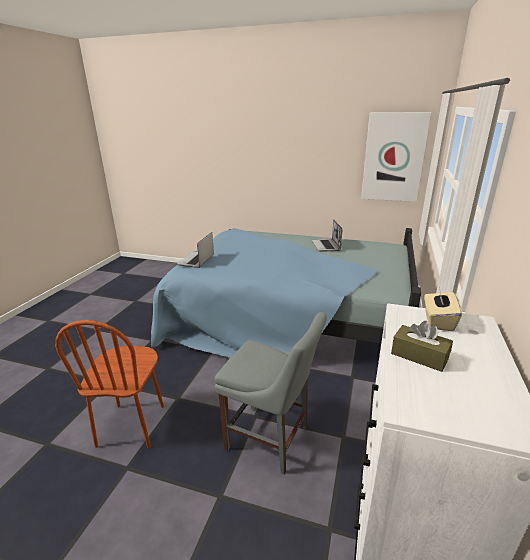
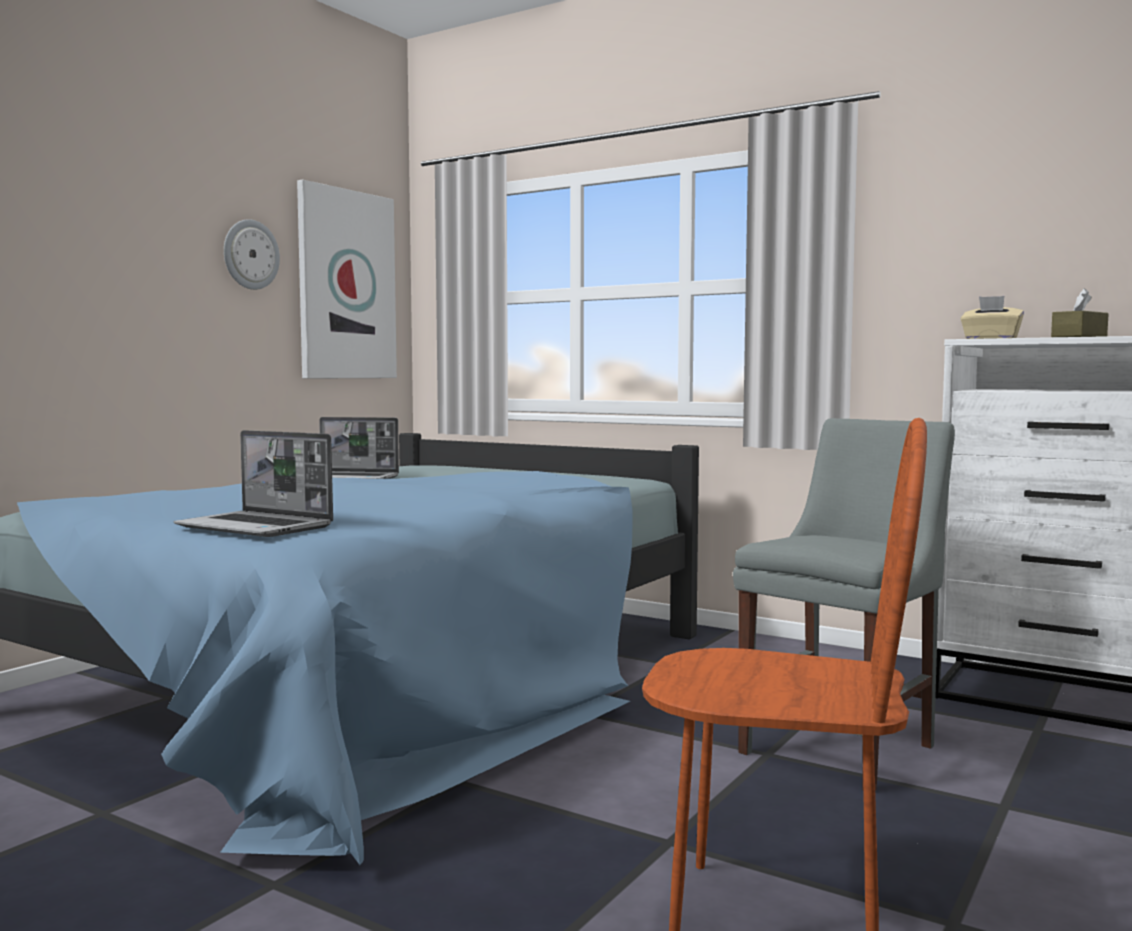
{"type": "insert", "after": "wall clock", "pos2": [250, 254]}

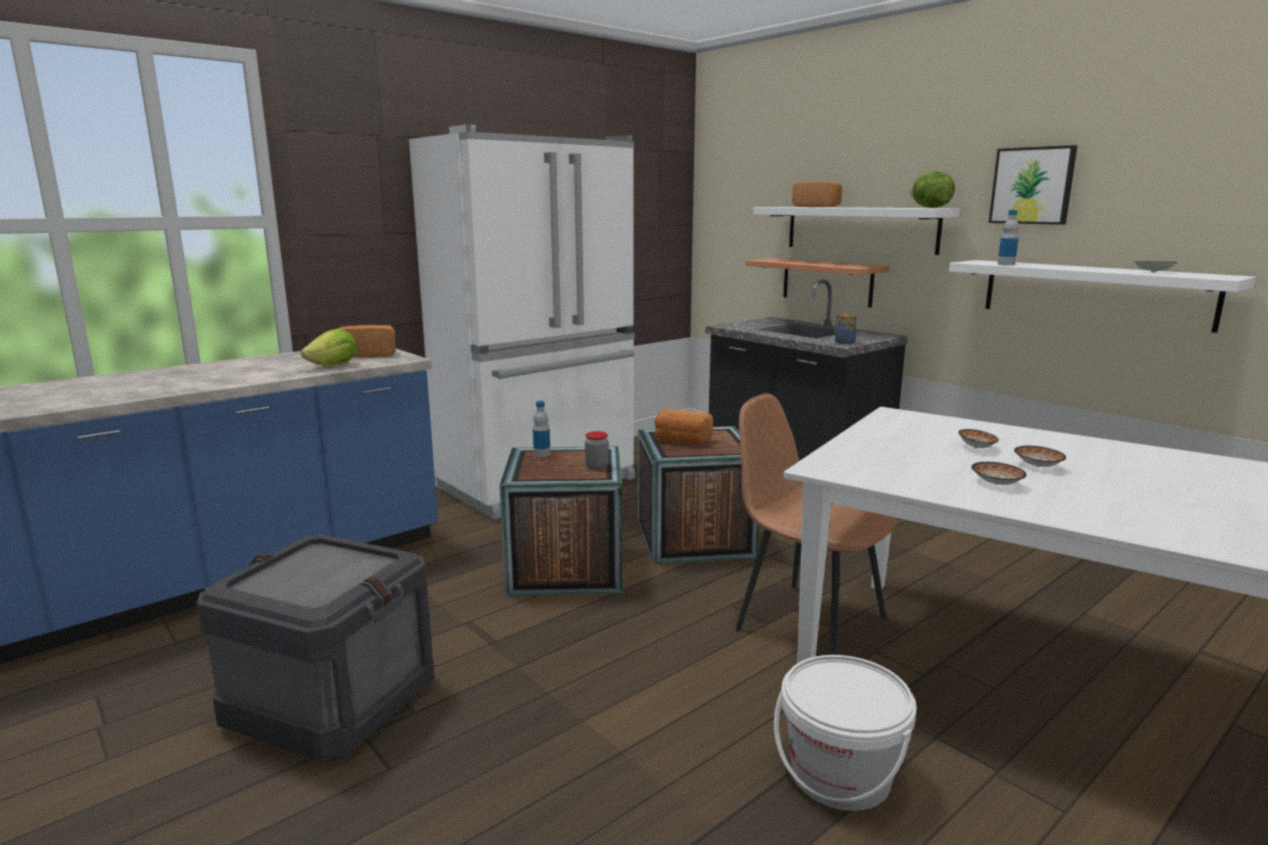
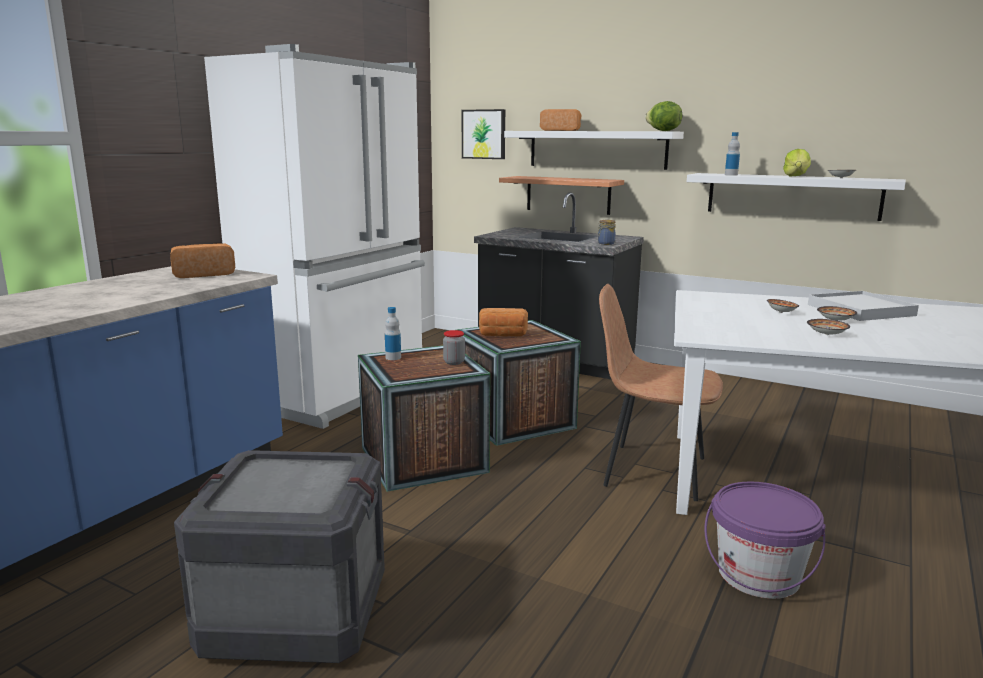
{"type": "move", "before": "lettuce", "pos1": [334, 365], "pos2": [796, 176]}
{"type": "recolor", "before": "white bucket", "after": "purple bucket", "pos1": [840, 775], "pos2": [758, 575]}
{"type": "move", "before": "picture", "pos1": [1032, 186], "pos2": [484, 134]}
{"type": "insert", "after": "white tray", "pos2": [860, 310]}

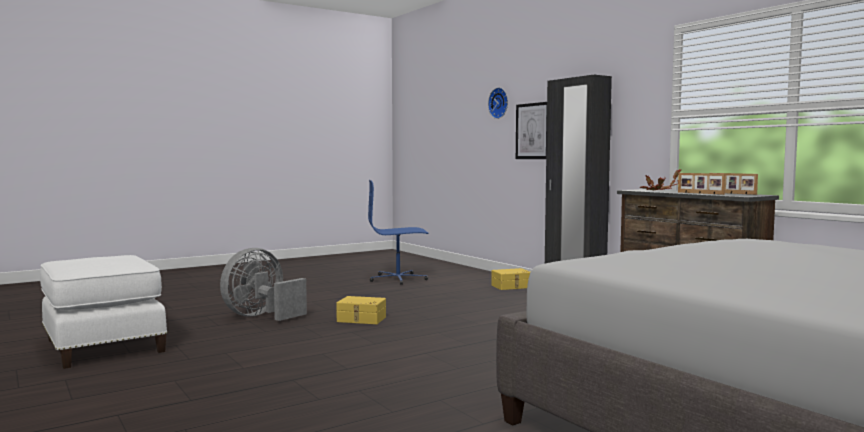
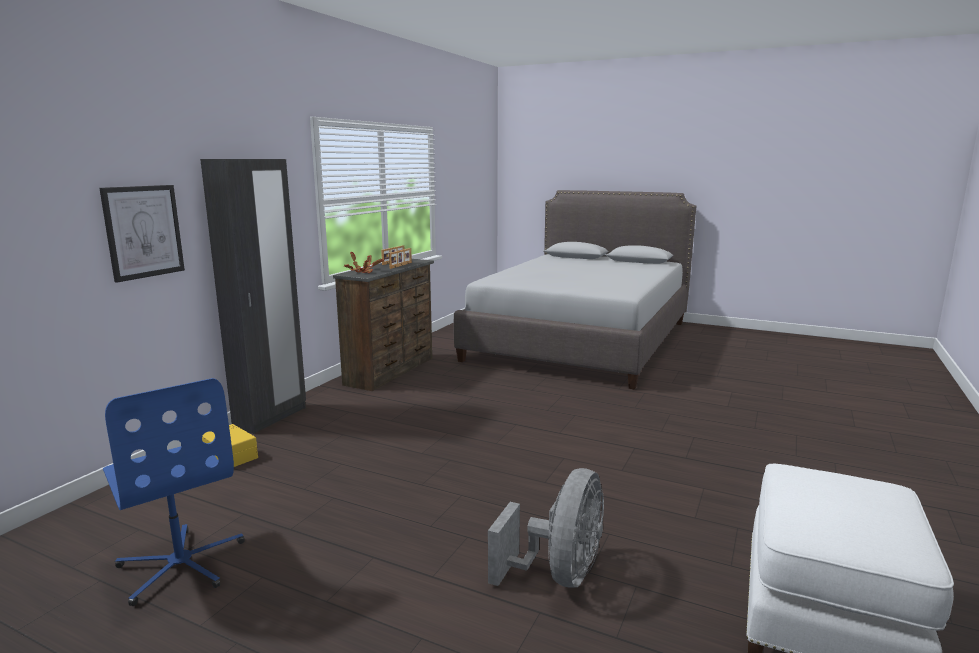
{"type": "rotate", "before": "grey fan", "pos1": [261, 316], "pos2": [559, 574], "turn": -75}
{"type": "delete", "before": "yellow storage box", "pos1": [361, 319]}
{"type": "delete", "before": "wall clock", "pos1": [499, 103]}

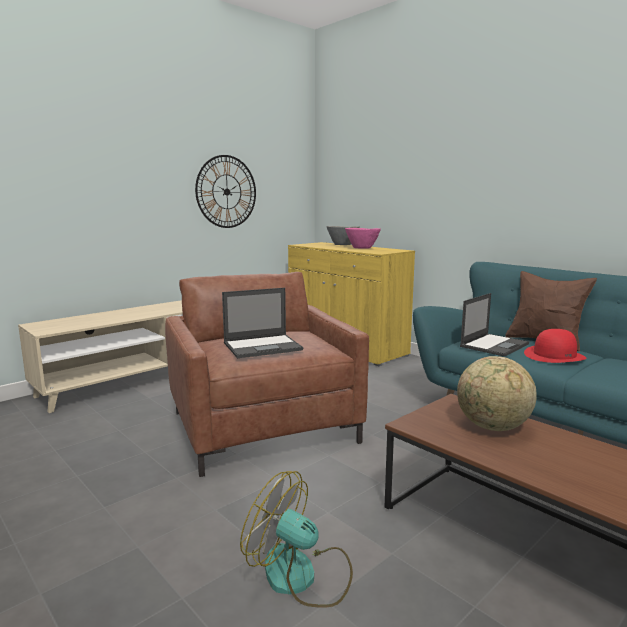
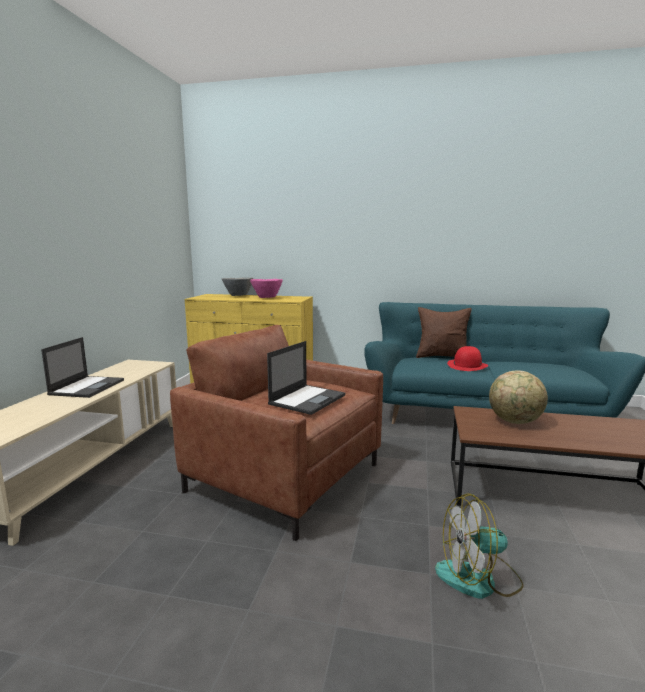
{"type": "delete", "before": "wall clock", "pos1": [226, 192]}
{"type": "move", "before": "laptop", "pos1": [494, 345], "pos2": [88, 387]}

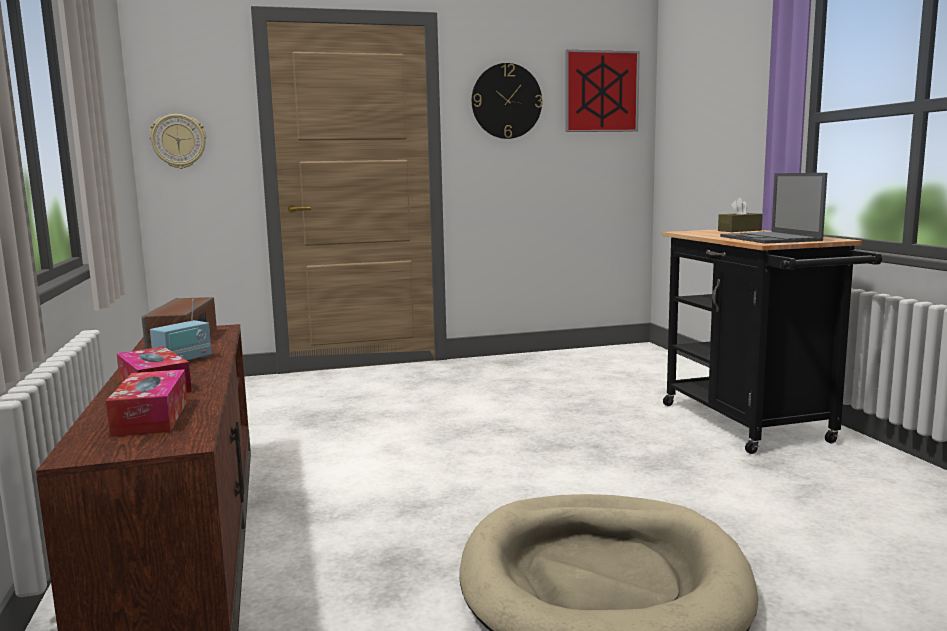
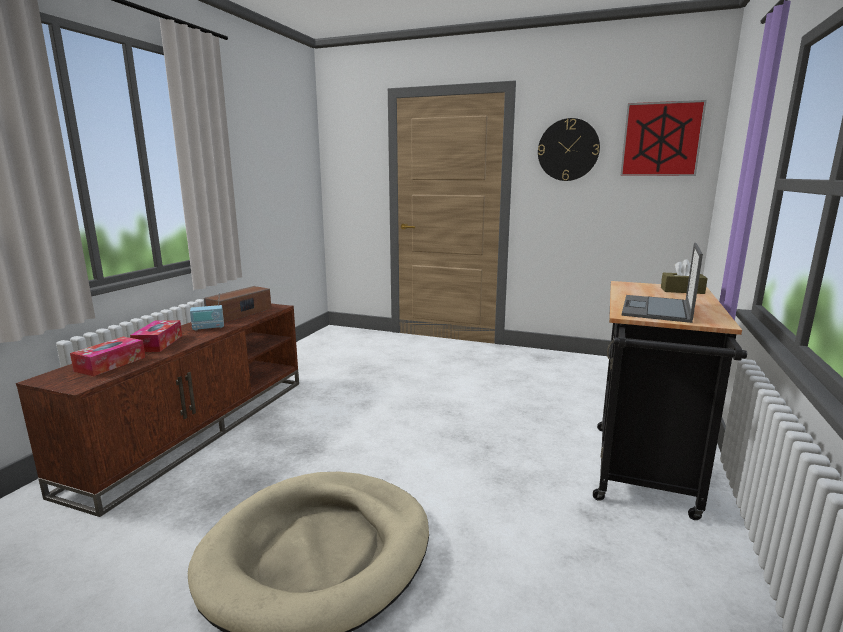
{"type": "delete", "before": "wall clock", "pos1": [178, 141]}

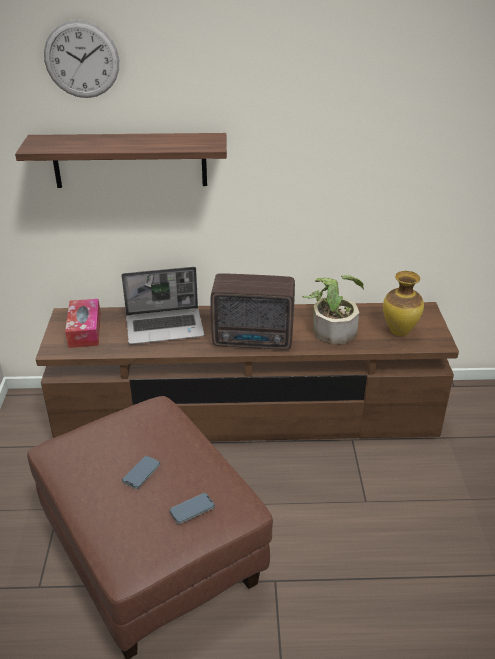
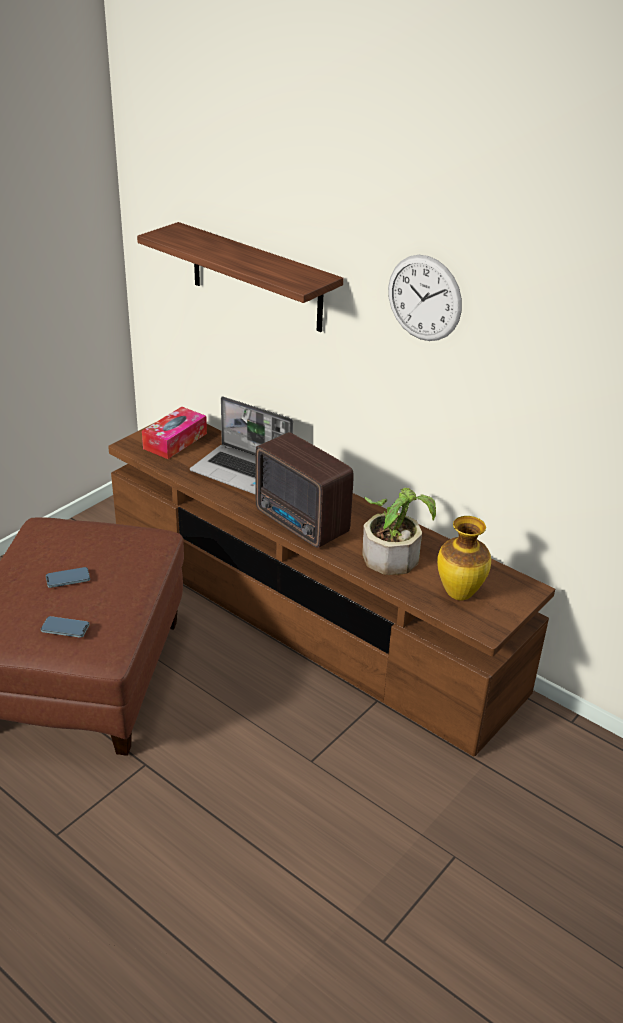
{"type": "move", "before": "wall clock", "pos1": [81, 60], "pos2": [424, 298]}

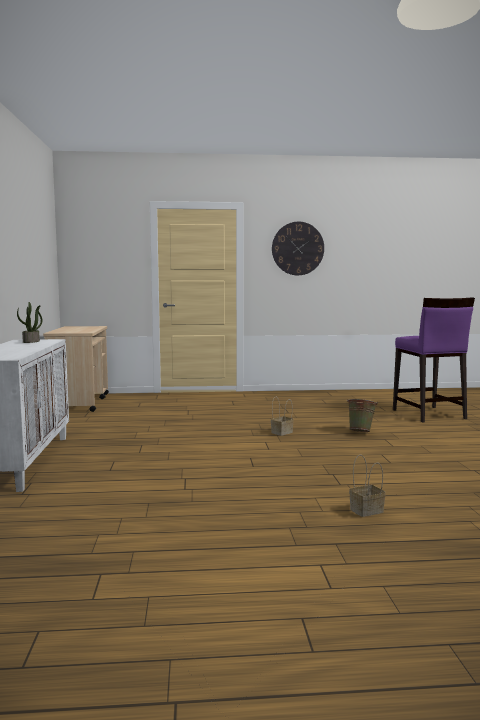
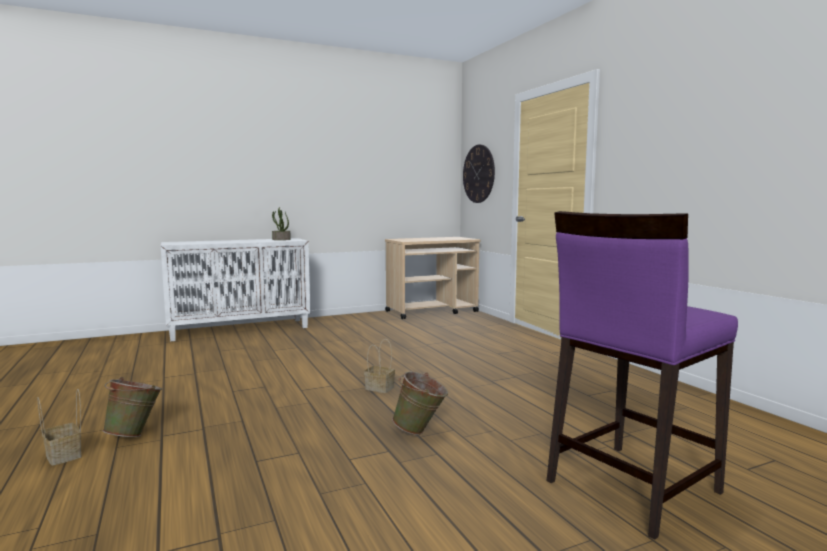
{"type": "move", "before": "wall clock", "pos1": [297, 248], "pos2": [478, 174]}
{"type": "insert", "after": "green bucket", "pos2": [135, 434]}

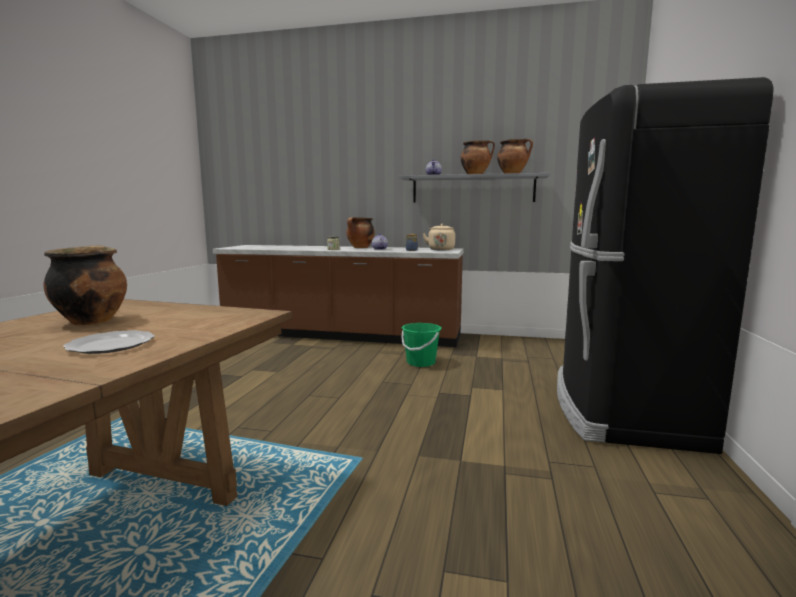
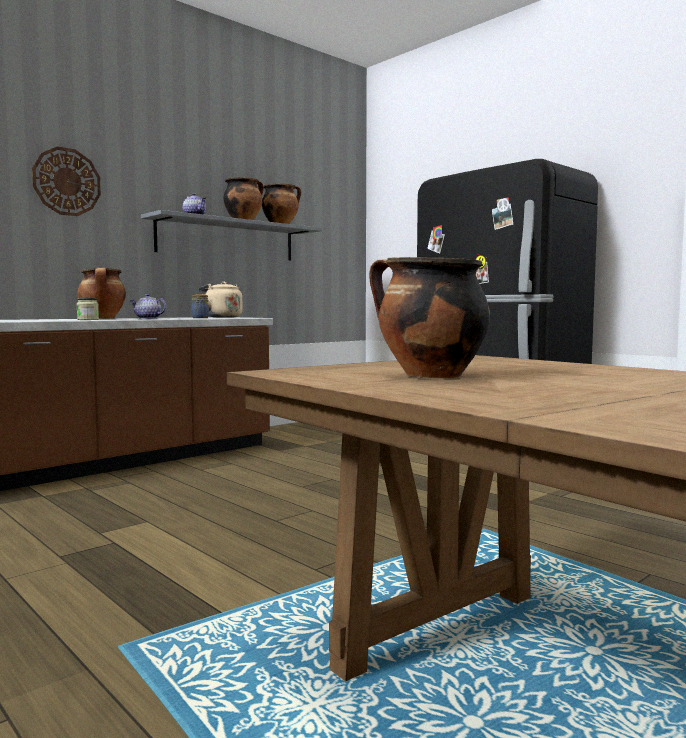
{"type": "delete", "before": "plate", "pos1": [112, 345]}
{"type": "delete", "before": "green bucket", "pos1": [421, 362]}
{"type": "insert", "after": "wall clock", "pos2": [67, 182]}

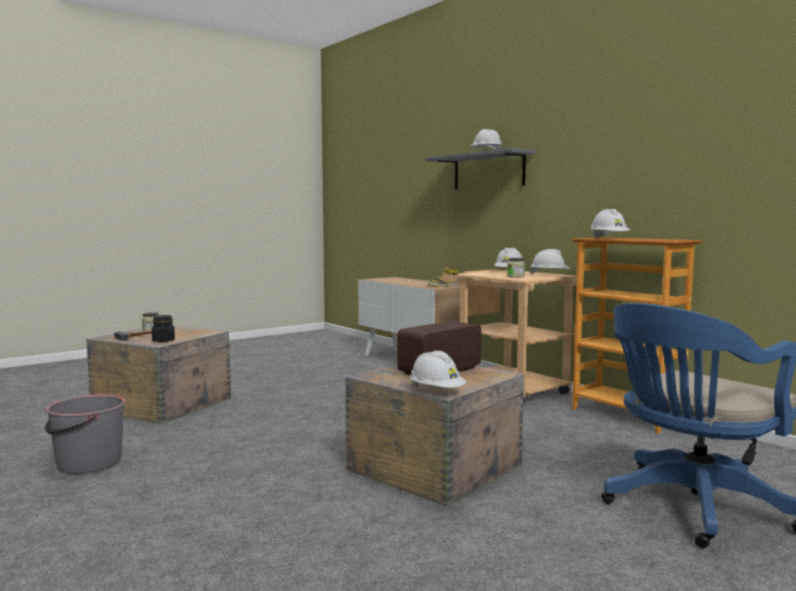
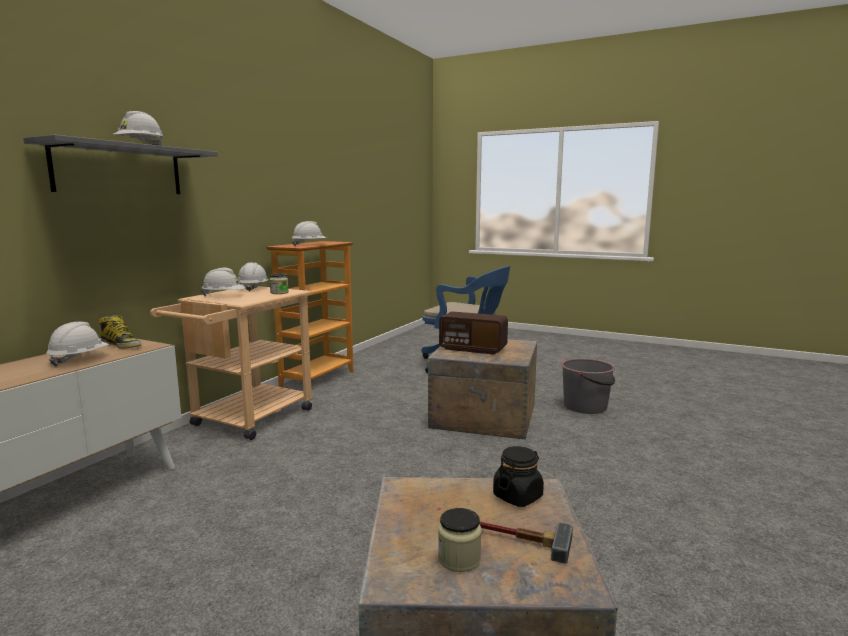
{"type": "move", "before": "grey bucket", "pos1": [88, 463], "pos2": [586, 406]}
{"type": "move", "before": "white hard hat", "pos1": [436, 391], "pos2": [79, 359]}

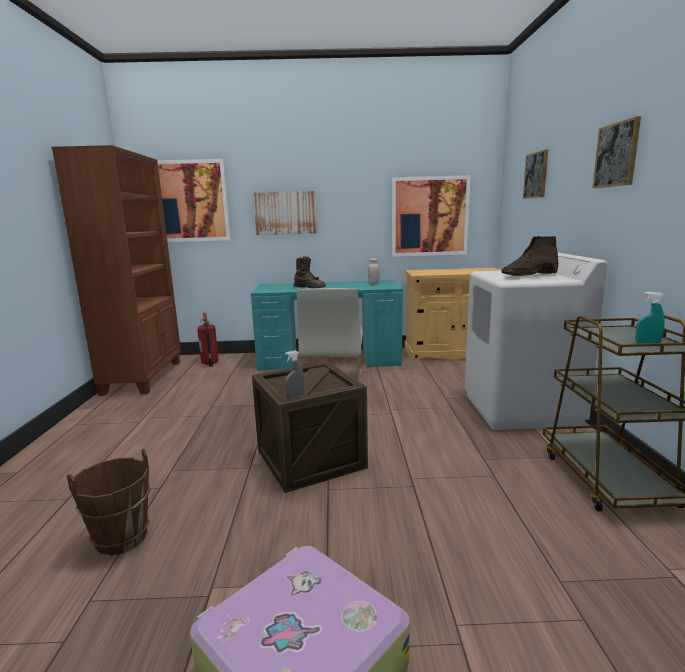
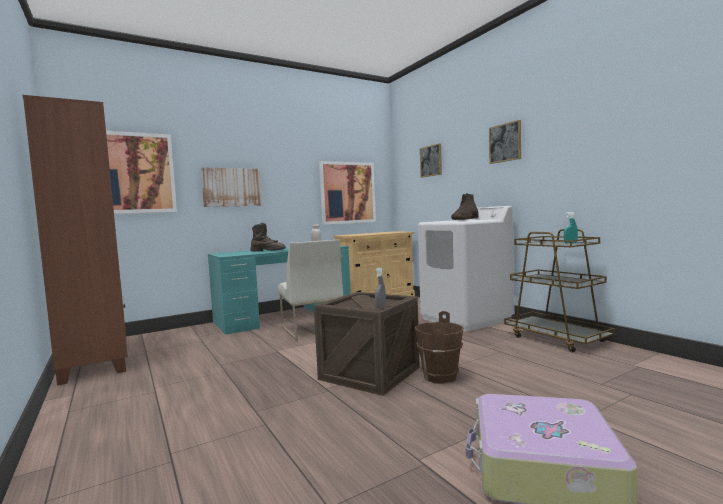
{"type": "move", "before": "brown bucket", "pos1": [121, 538], "pos2": [439, 376]}
{"type": "delete", "before": "fire extinguisher", "pos1": [209, 363]}

